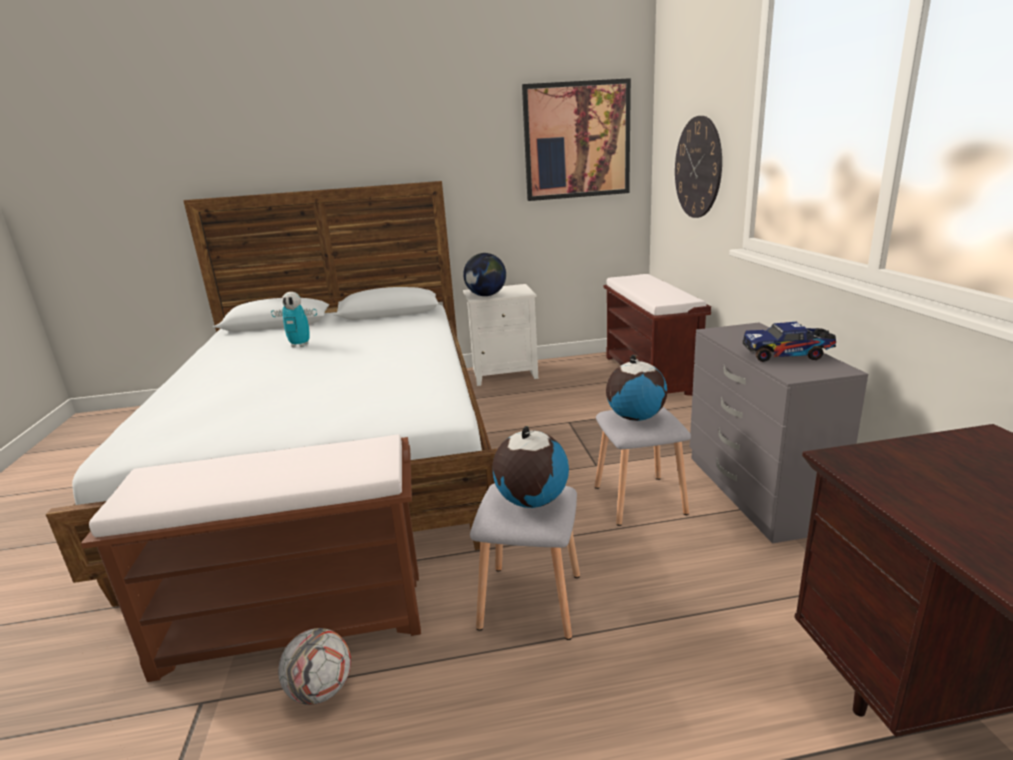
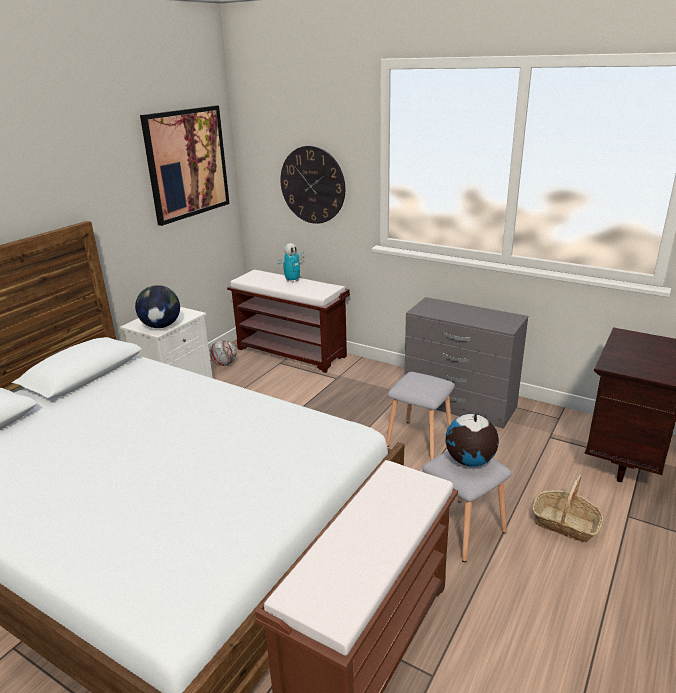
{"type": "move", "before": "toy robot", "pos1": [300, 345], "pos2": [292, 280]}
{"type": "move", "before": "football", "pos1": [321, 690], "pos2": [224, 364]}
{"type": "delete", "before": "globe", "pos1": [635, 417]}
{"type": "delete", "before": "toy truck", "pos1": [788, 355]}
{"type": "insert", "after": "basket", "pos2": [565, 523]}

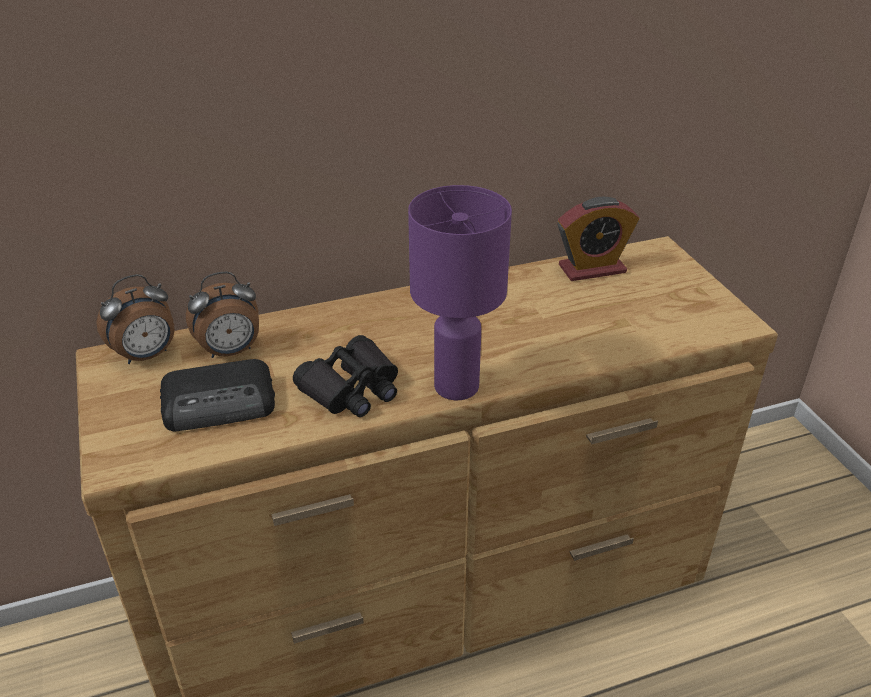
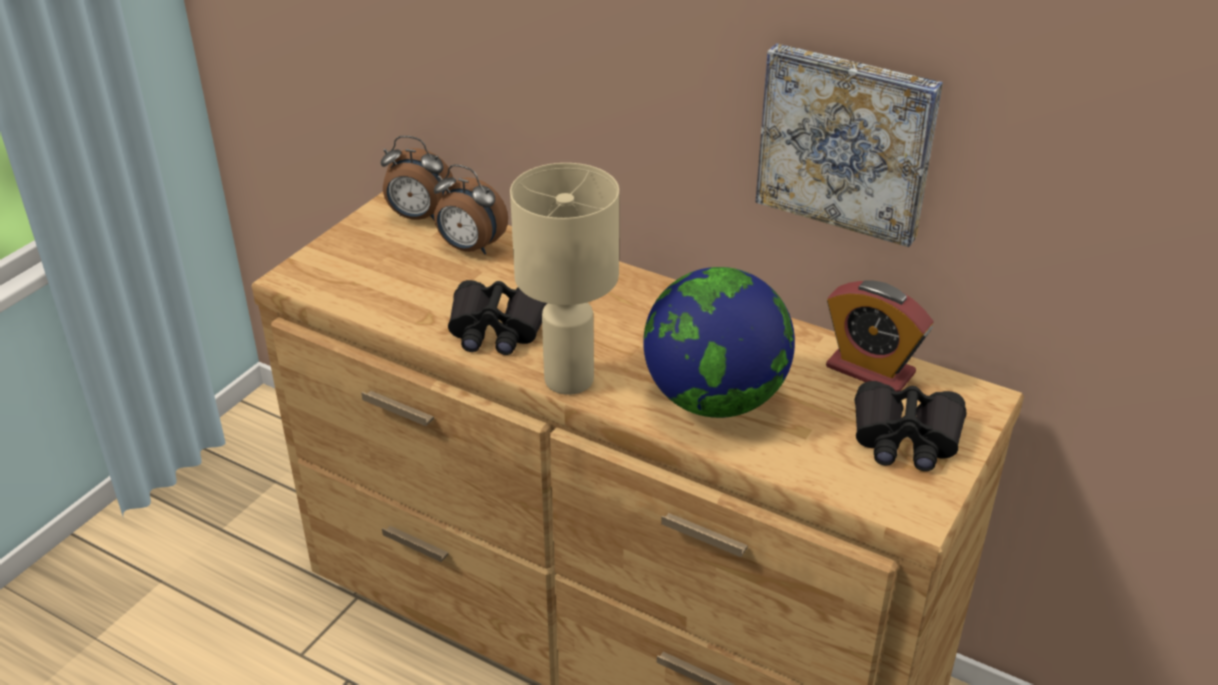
{"type": "delete", "before": "radio", "pos1": [221, 403]}
{"type": "recolor", "before": "purple table lamp", "after": "beige table lamp", "pos1": [457, 385], "pos2": [570, 379]}
{"type": "insert", "after": "globe", "pos2": [715, 400]}
{"type": "insert", "after": "picture", "pos2": [847, 141]}
{"type": "insert", "after": "black binoculars", "pos2": [905, 438]}

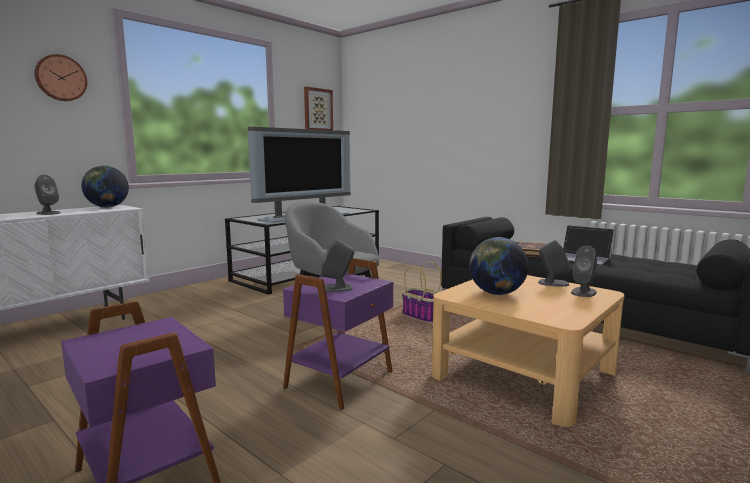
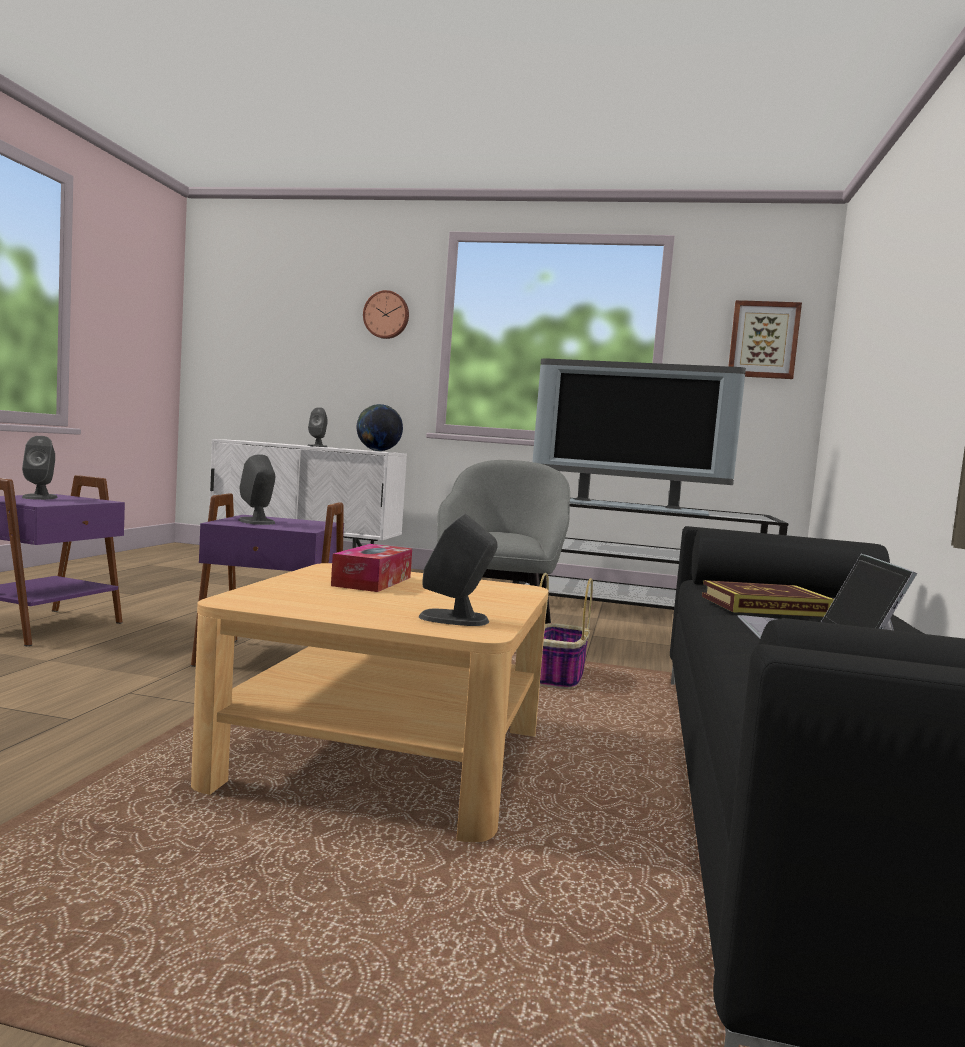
{"type": "replace", "before": "globe", "after": "tissue box", "pos1": [496, 293], "pos2": [372, 581]}
{"type": "move", "before": "grey speaker", "pos1": [553, 283], "pos2": [40, 497]}

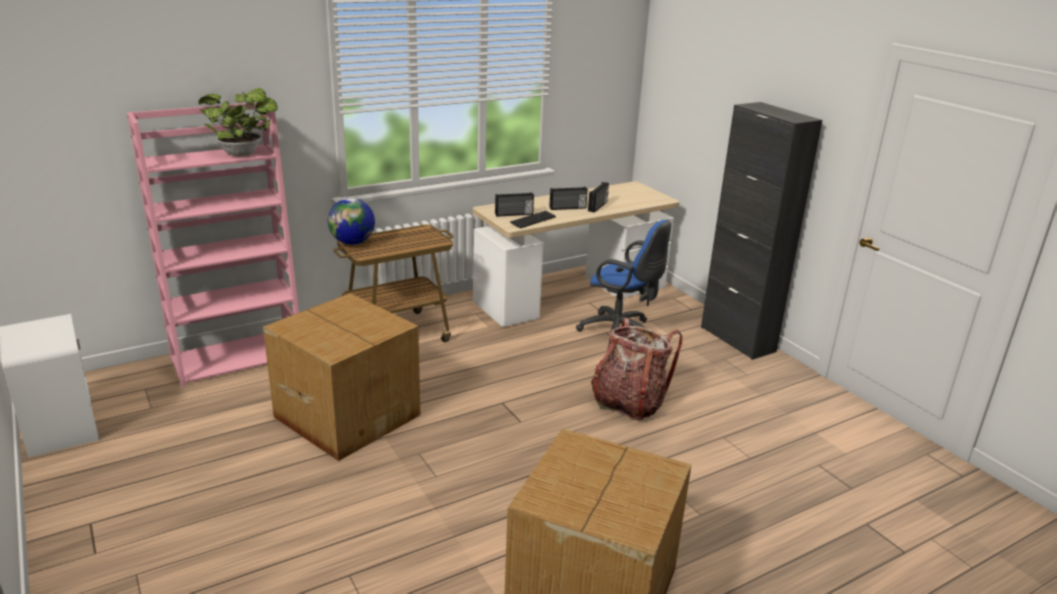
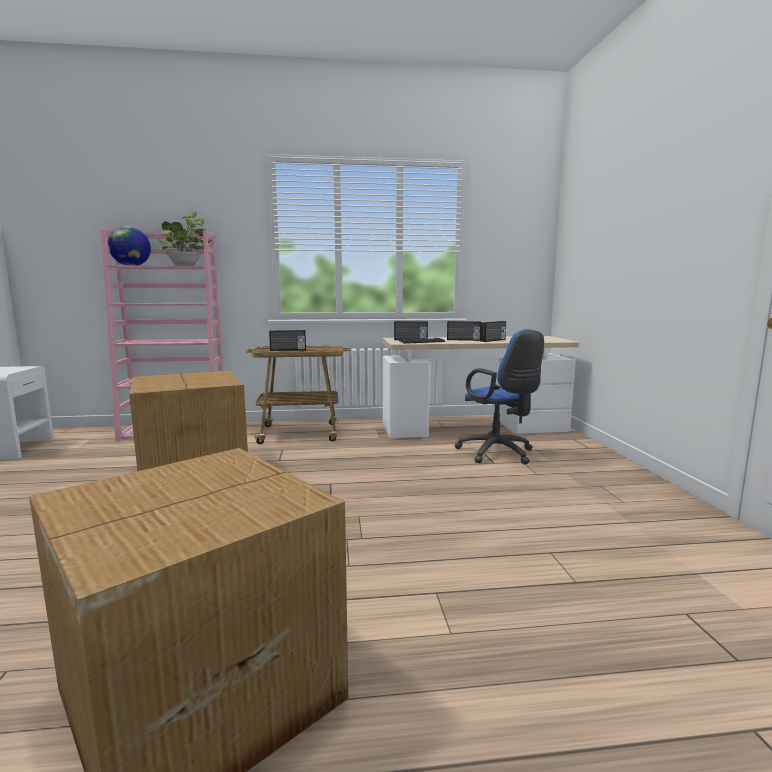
{"type": "move", "before": "globe", "pos1": [353, 242], "pos2": [131, 266]}
{"type": "delete", "before": "backpack", "pos1": [629, 402]}
{"type": "delete", "before": "black cabinet", "pos1": [737, 339]}
{"type": "insert", "after": "radio", "pos2": [288, 350]}

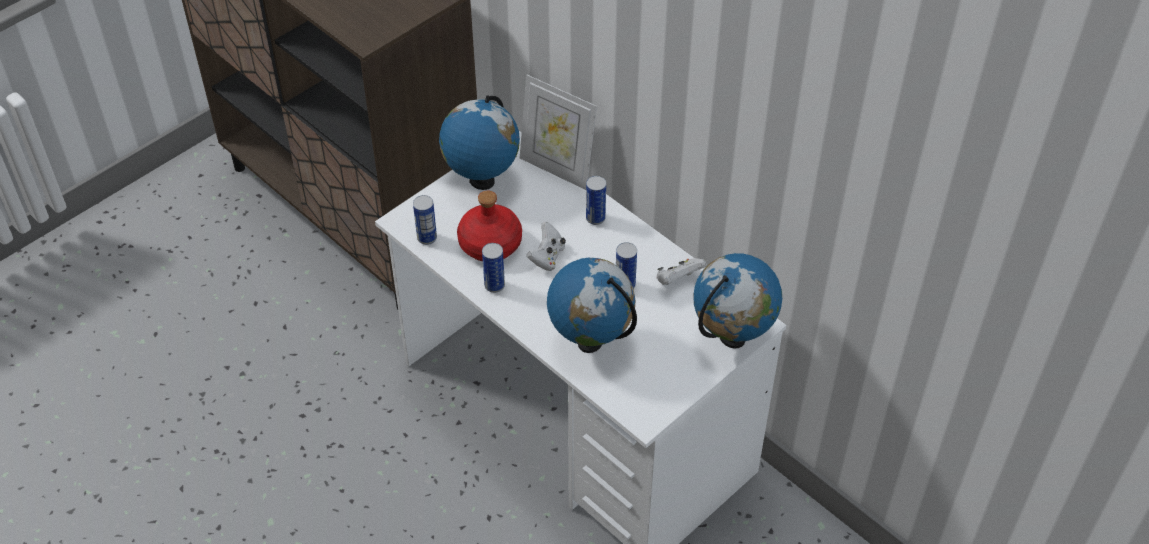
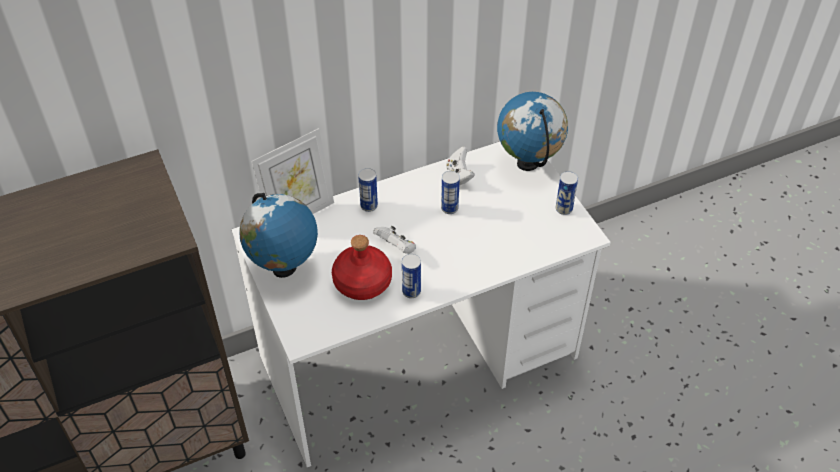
{"type": "move", "before": "can", "pos1": [427, 238], "pos2": [564, 209]}
{"type": "delete", "before": "globe", "pos1": [590, 341]}

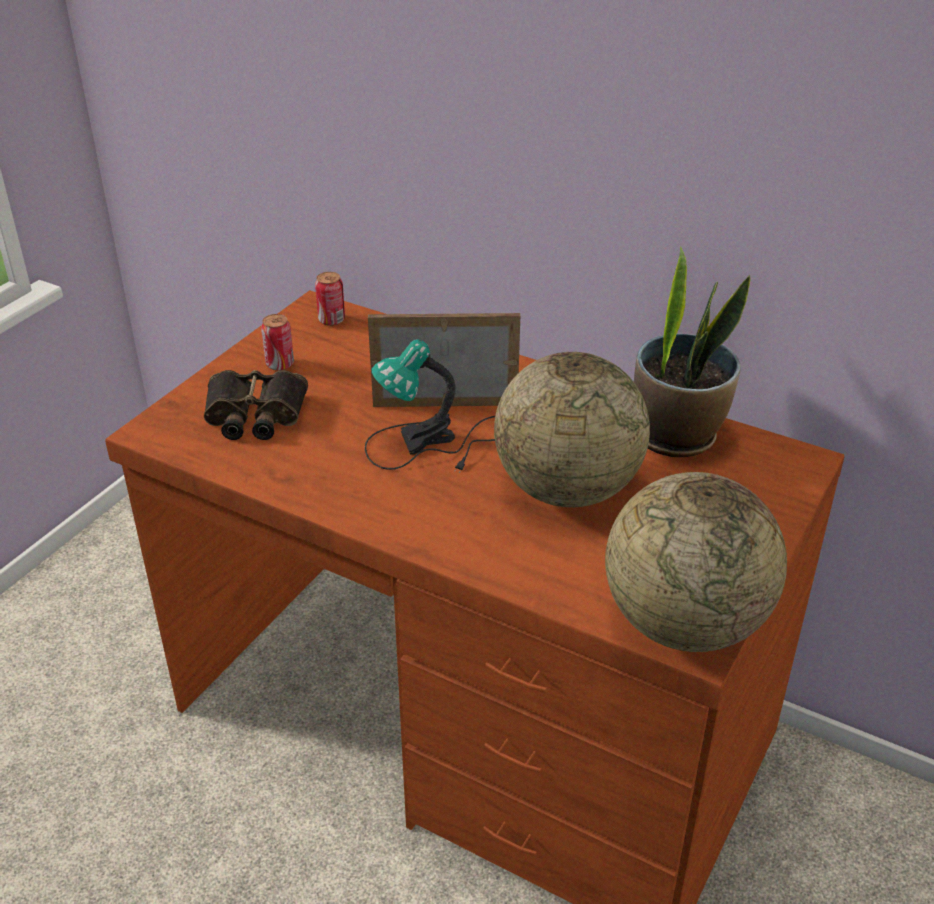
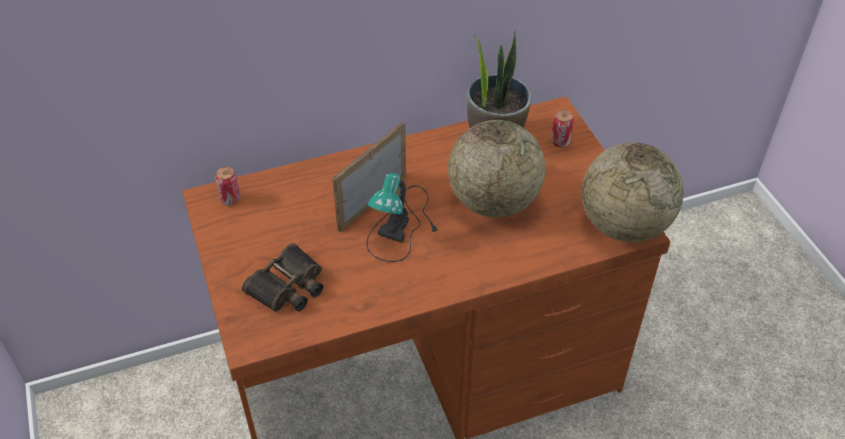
{"type": "move", "before": "can", "pos1": [280, 364], "pos2": [560, 142]}

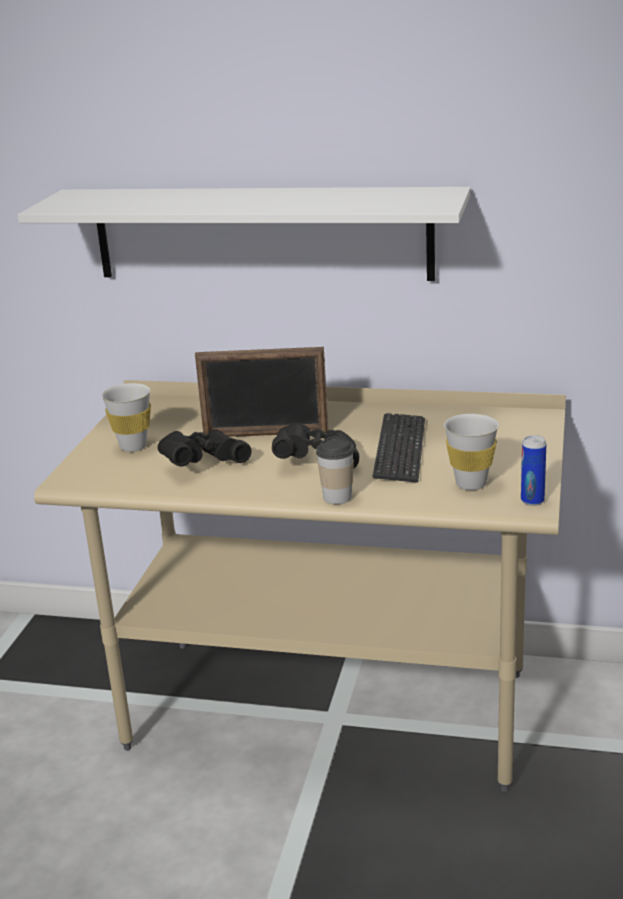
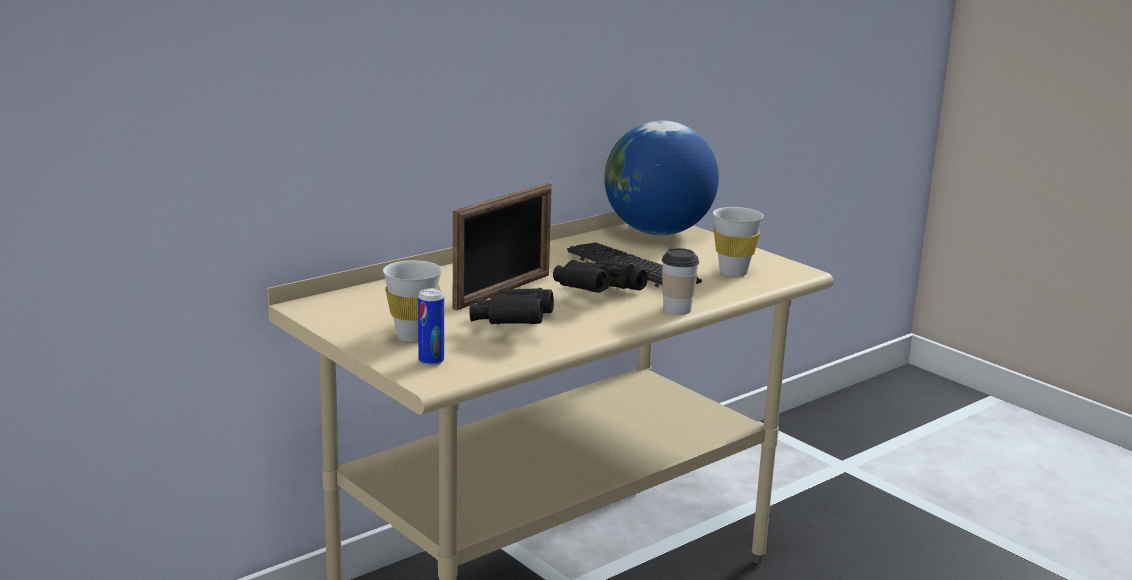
{"type": "delete", "before": "white shelf", "pos1": [261, 233]}
{"type": "move", "before": "can", "pos1": [532, 501], "pos2": [431, 361]}
{"type": "insert", "after": "globe", "pos2": [657, 232]}

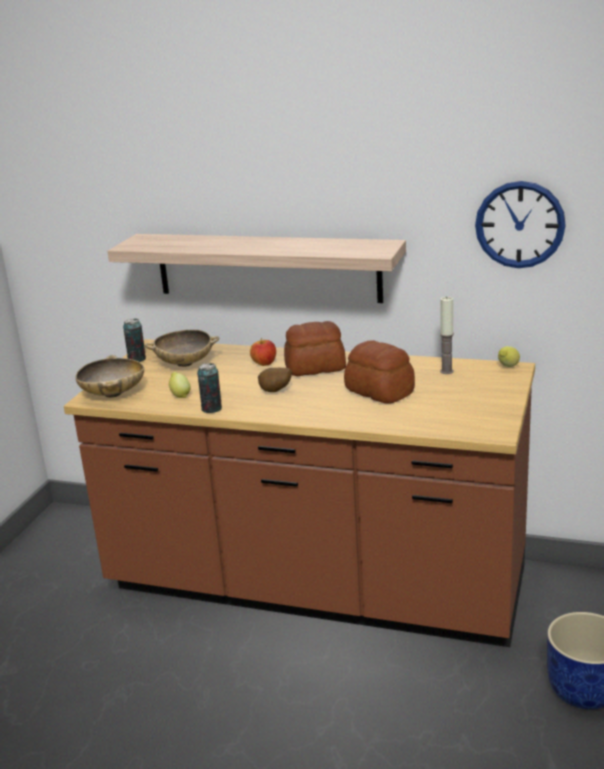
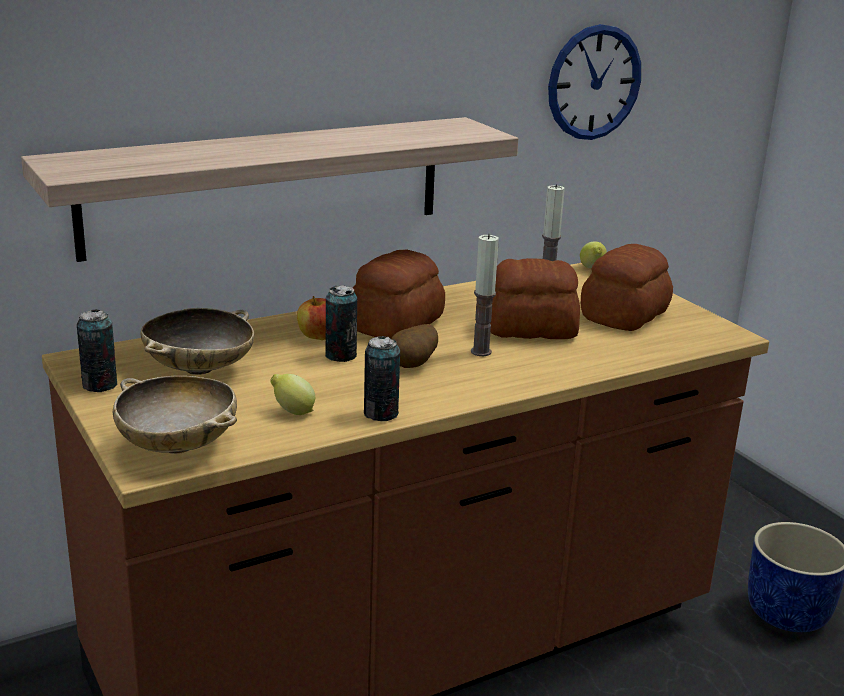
{"type": "insert", "after": "can", "pos2": [340, 356]}
{"type": "insert", "after": "candle", "pos2": [481, 352]}
{"type": "insert", "after": "bread", "pos2": [626, 315]}

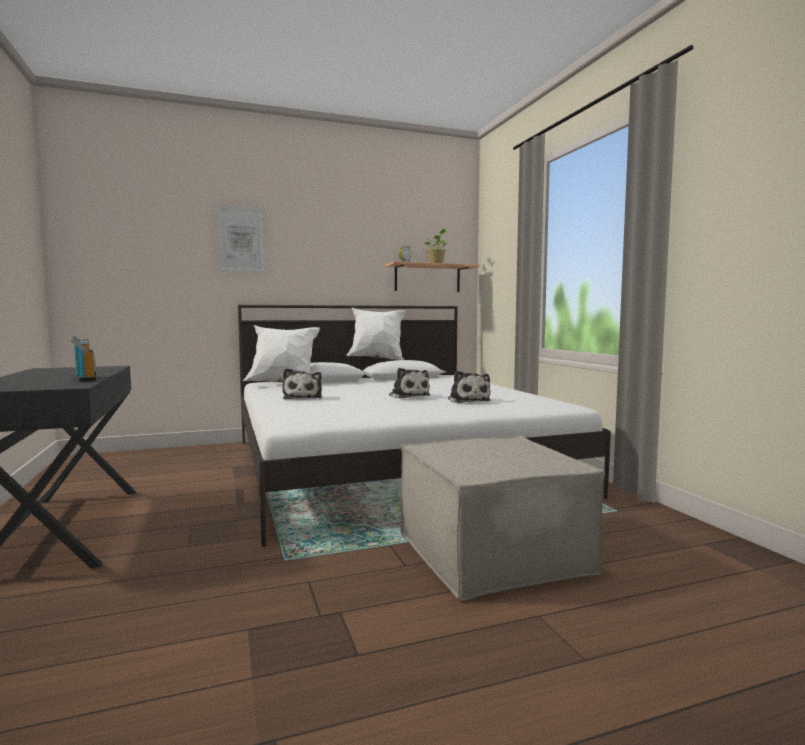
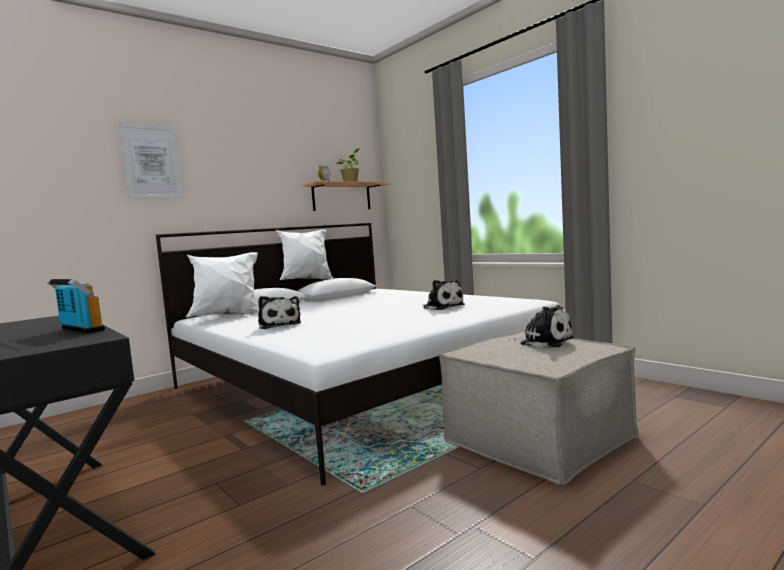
{"type": "move", "before": "plush toy", "pos1": [408, 396], "pos2": [544, 342]}

